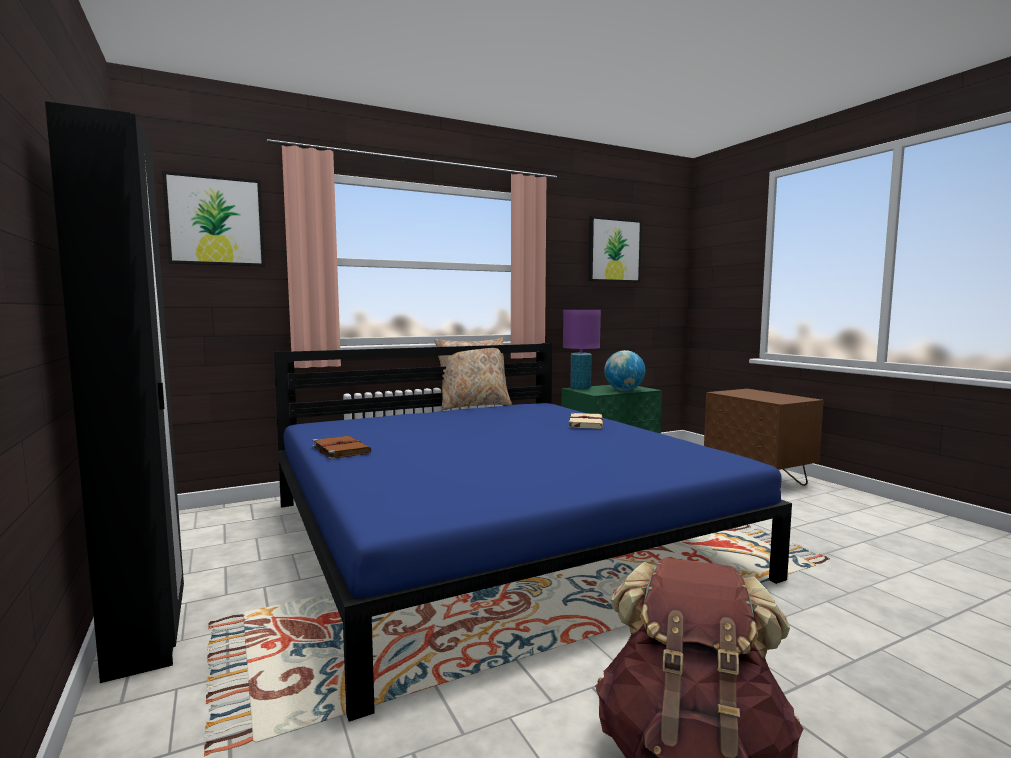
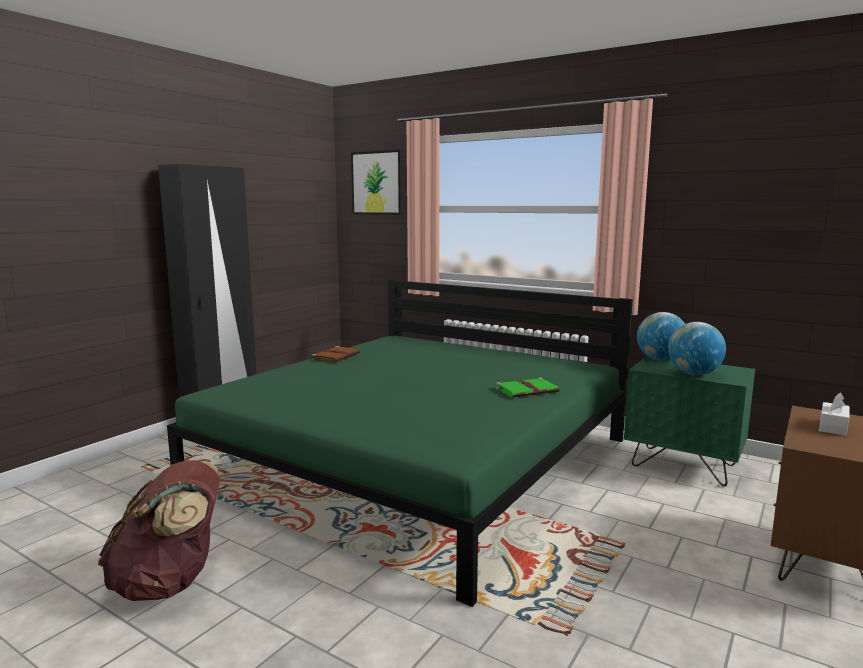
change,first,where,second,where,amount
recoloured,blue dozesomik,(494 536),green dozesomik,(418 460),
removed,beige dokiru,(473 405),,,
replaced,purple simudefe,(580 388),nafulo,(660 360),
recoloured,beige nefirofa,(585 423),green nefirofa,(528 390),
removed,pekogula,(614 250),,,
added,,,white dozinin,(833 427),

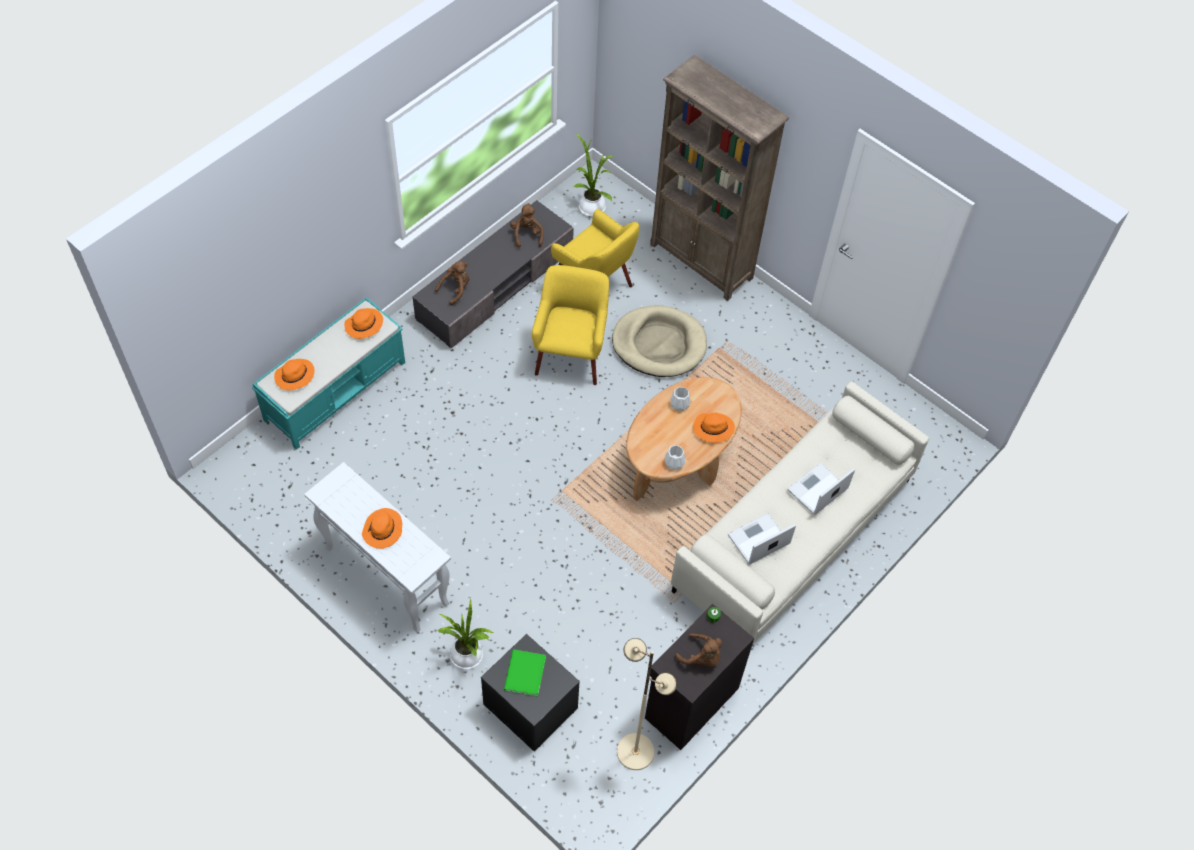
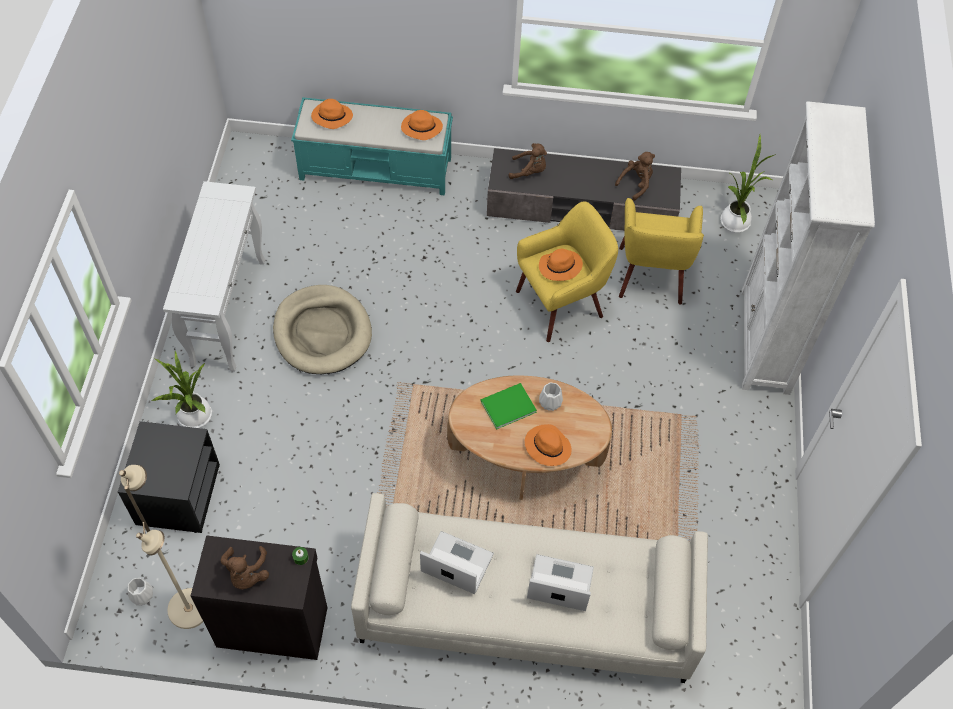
change,first,where,second,where,amount
moved,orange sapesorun,(382 530),,(559 267),
moved,green nefirofa,(523 674),,(506 406),
moved,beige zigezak,(659 344),,(322 332),
recoloured,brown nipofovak,(701 261),white nipofovak,(765 341),
moved,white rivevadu,(674 462),,(142 596),

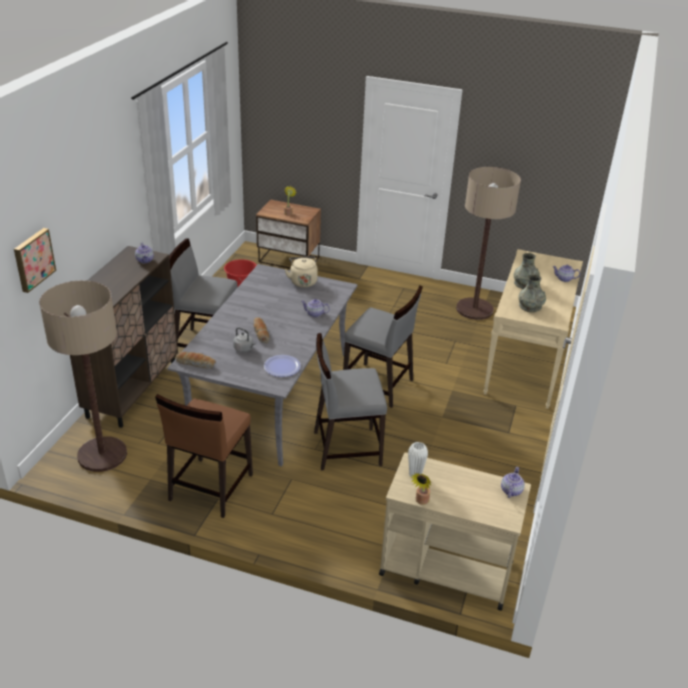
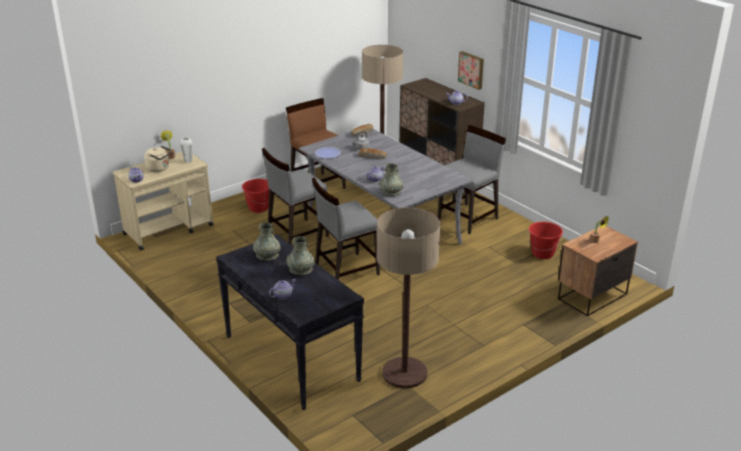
change,first,where,second,where,amount
moved,pekogula,(33 259),,(471 69),
moved,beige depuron,(303 281),,(159 169),
turned,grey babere,(346 448),,(297 234),150 degrees counterclockwise
recoloured,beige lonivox,(526 364),black lonivox,(291 358),
added,,,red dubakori,(258 208),
added,,,grey rivevadu,(391 192),

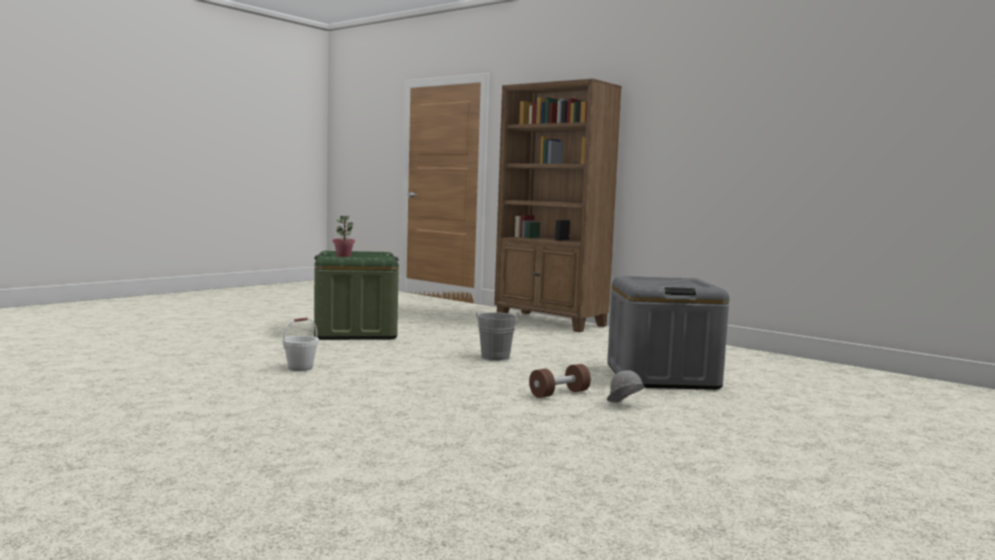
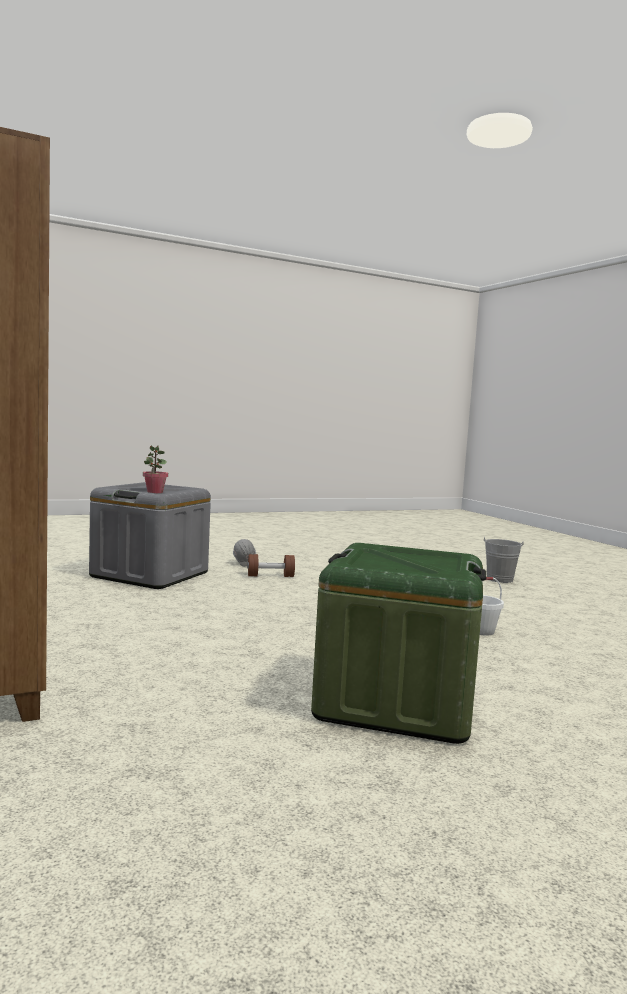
change,first,where,second,where,amount
moved,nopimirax,(343 256),,(154 492),
moved,grey dubakori,(495 358),,(500 579),

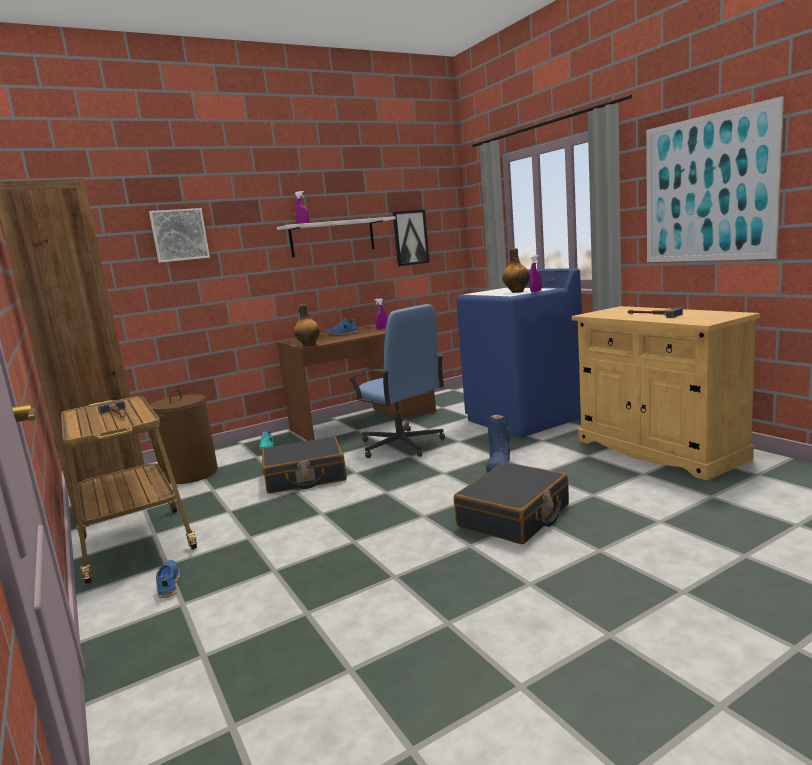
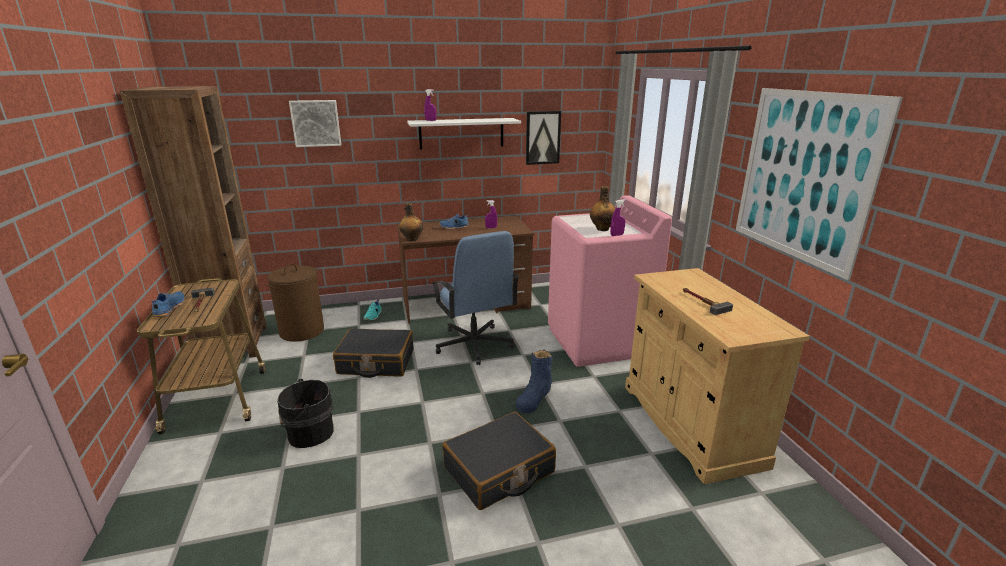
change,first,where,second,where,amount
moved,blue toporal,(167 585),,(168 308),
recoloured,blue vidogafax,(524 419),pink vidogafax,(598 341),
added,,,black dubakori,(308 433),

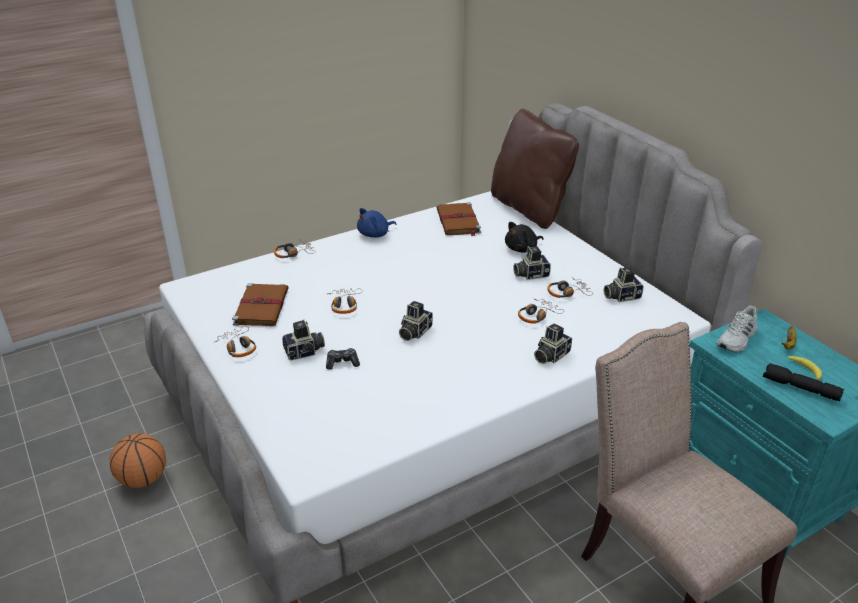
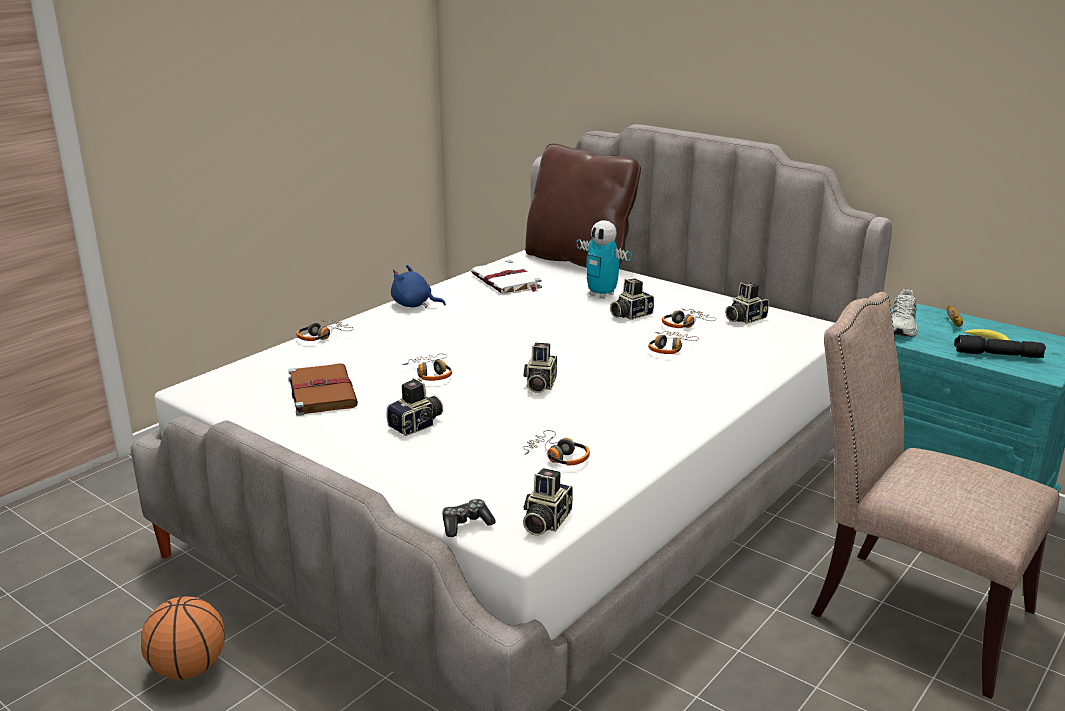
change,first,where,second,where,amount
moved,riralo,(238 347),,(557 456),
moved,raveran,(342 363),,(466 524),
turned,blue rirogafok,(375 234),,(414 305),75 degrees clockwise
recoloured,brown nefirofa,(458 222),white nefirofa,(507 281),
replaced,black rirogafok,(522 249),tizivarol,(602 295),
moved,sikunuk,(550 355),,(545 521),

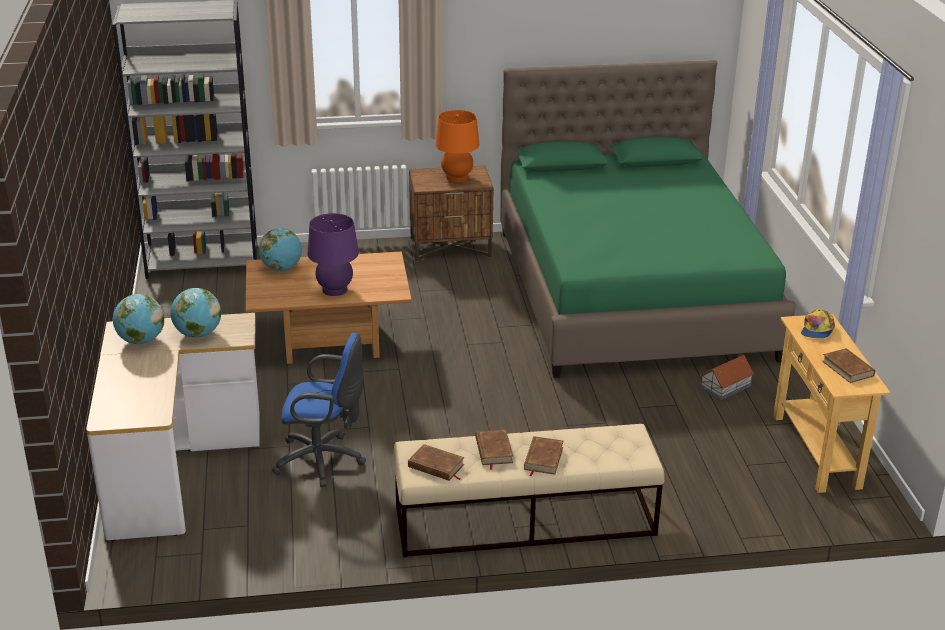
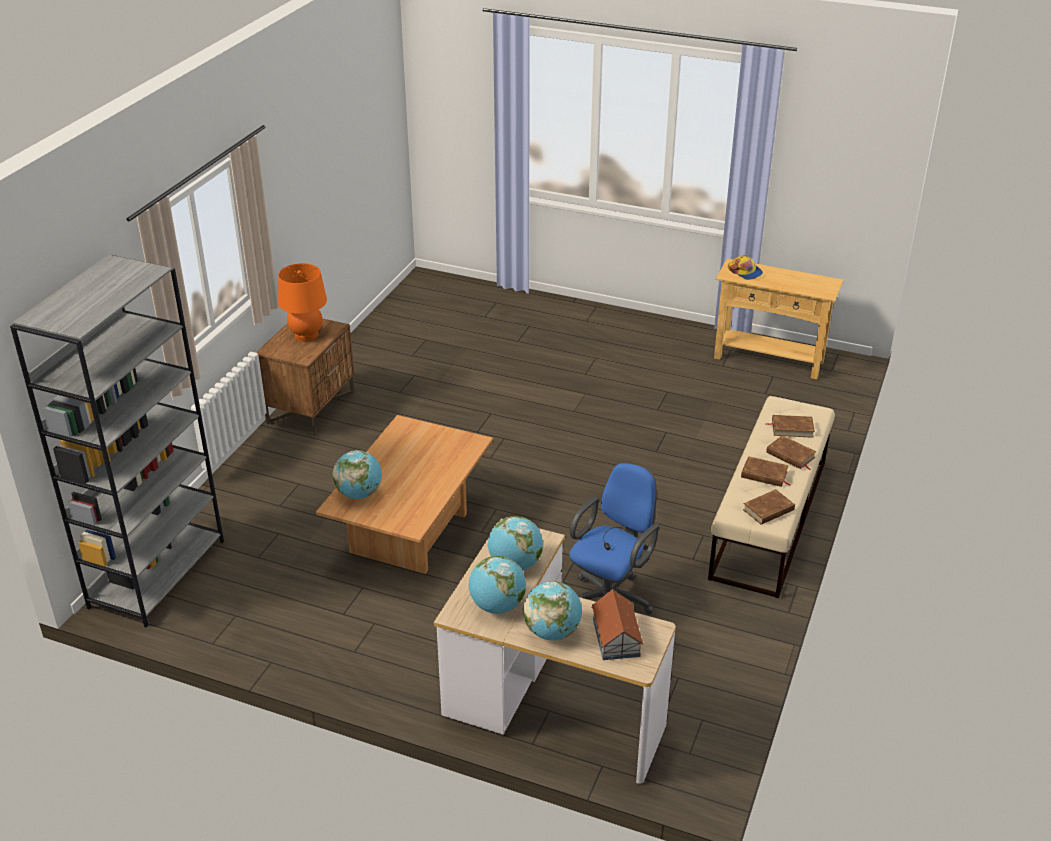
change,first,where,second,where,amount
removed,purple simudefe,(334 290),,,
removed,green dozesomik,(632 292),,,
moved,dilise,(726 386),,(616 637),
moved,brown nefirofa,(848 368),,(792 428),
added,,,nafulo,(552 632),

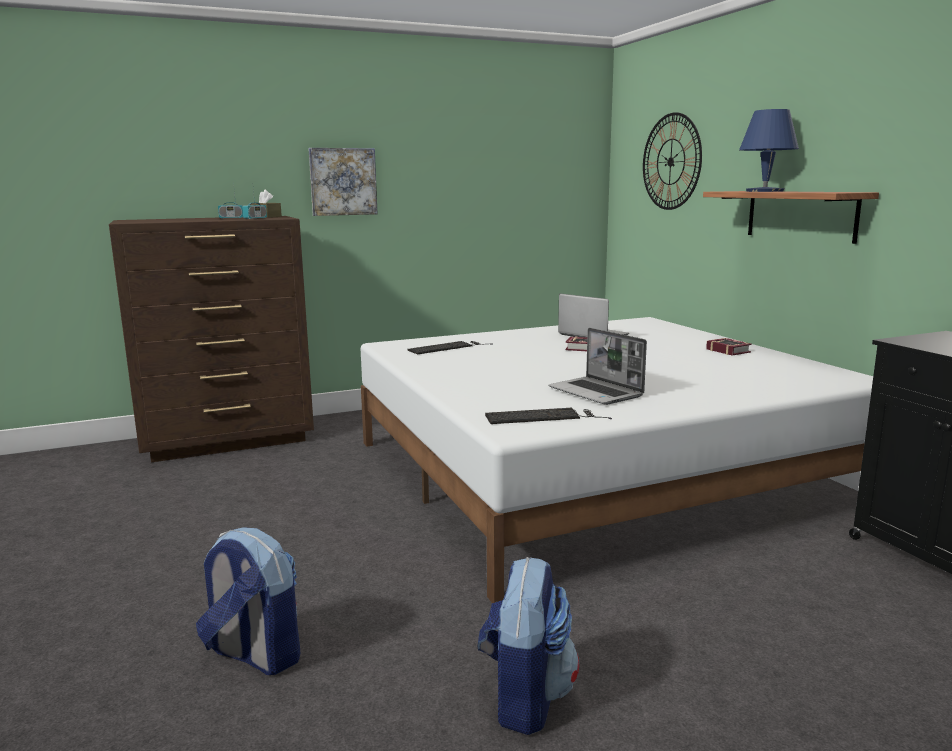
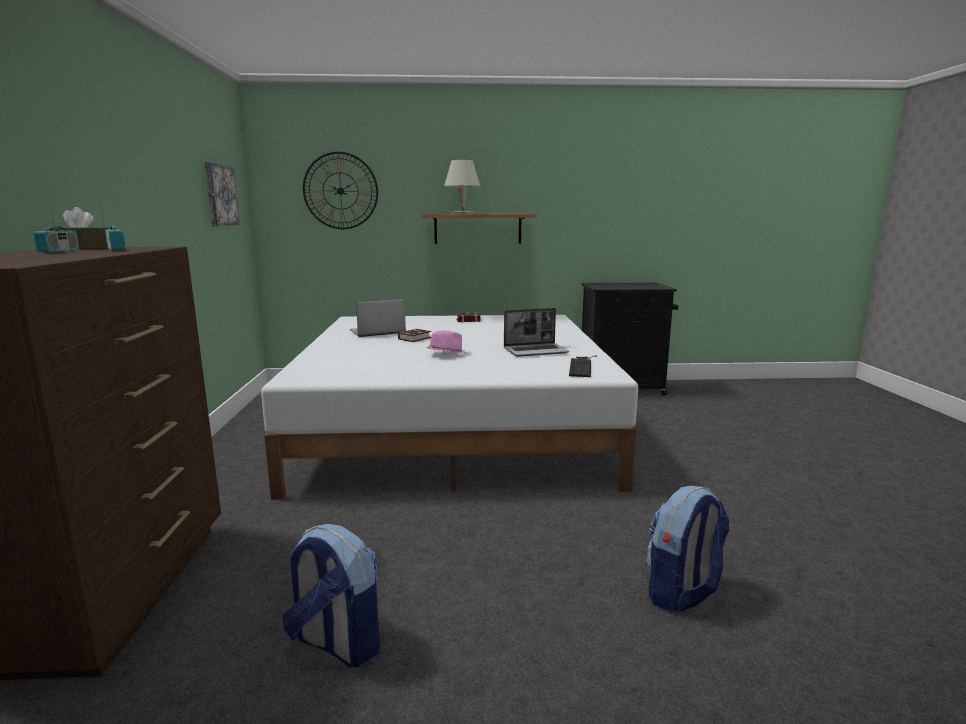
change,first,where,second,where,amount
moved,pekogula,(343 181),,(220 195),
removed,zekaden,(448 347),,,
moved,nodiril,(525 697),,(336 643),
recoloured,blue simudefe,(764 191),beige simudefe,(462 213),
added,,,pink sapesorun,(446 354),

